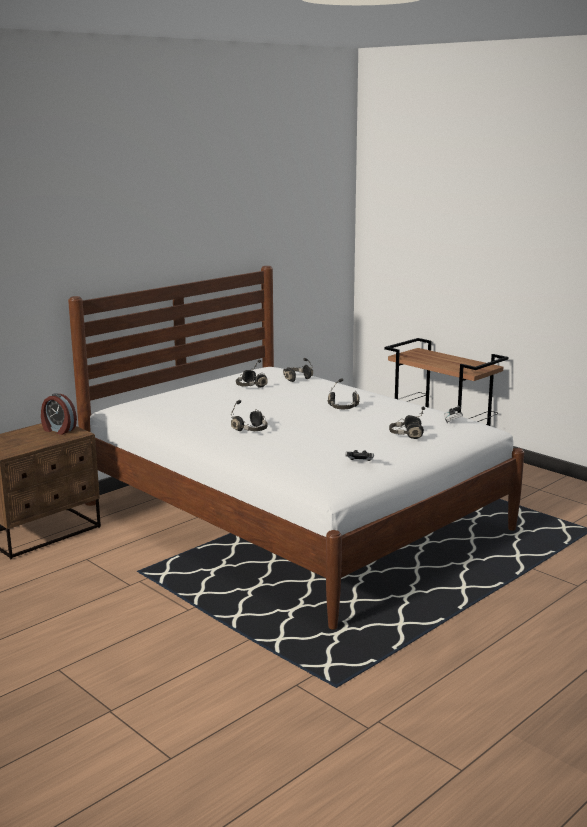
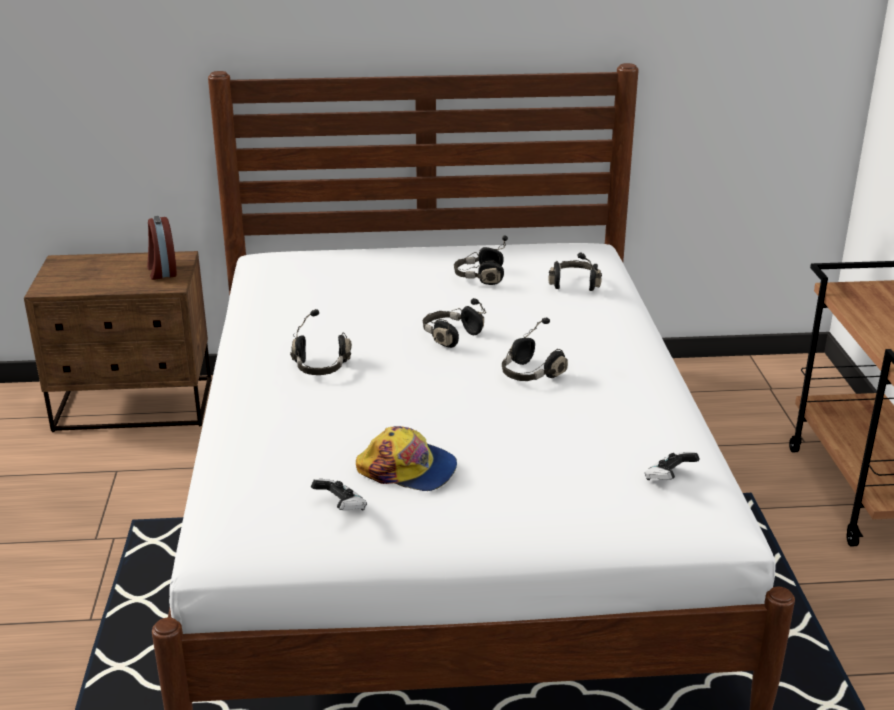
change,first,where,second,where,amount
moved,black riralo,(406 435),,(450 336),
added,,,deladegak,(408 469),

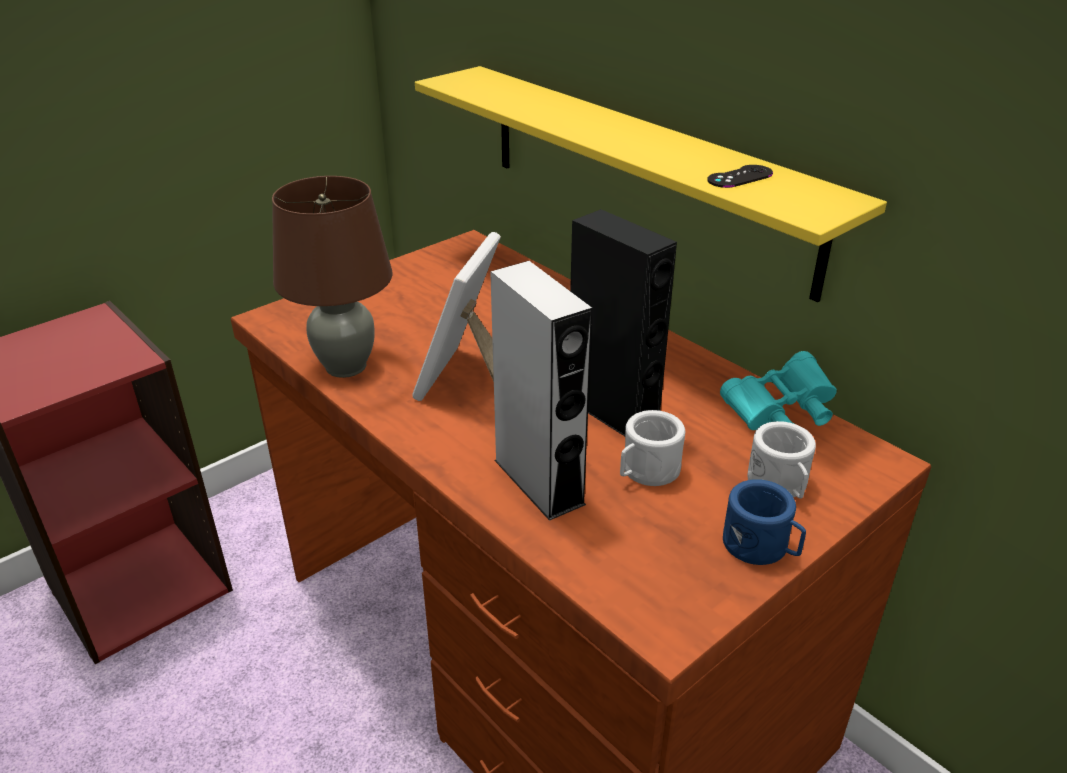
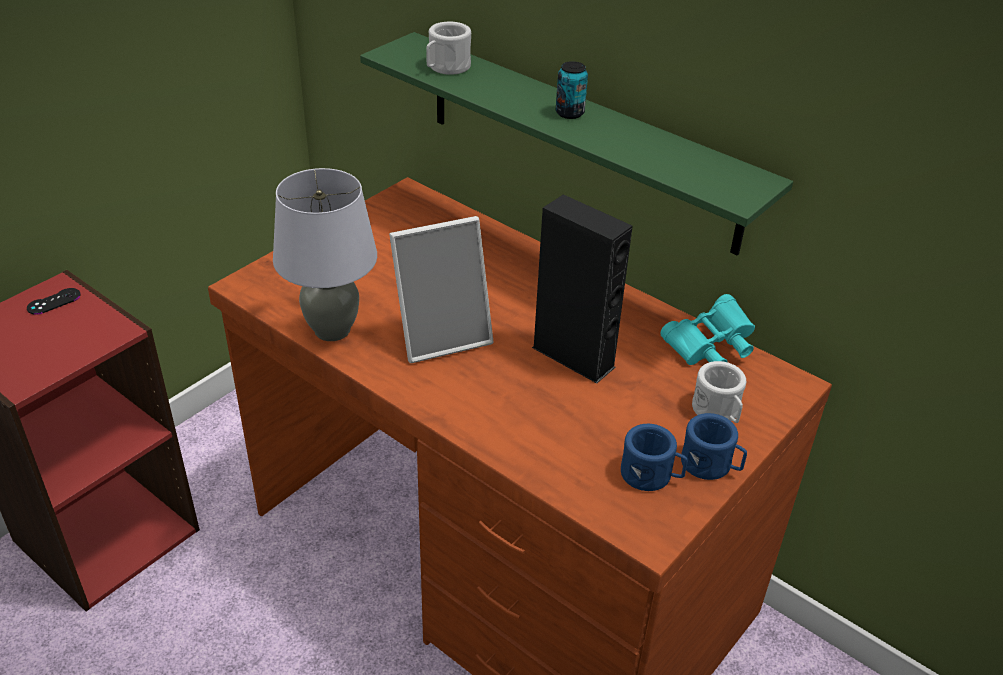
change,first,where,second,where,amount
recoloured,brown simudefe,(345 367),grey simudefe,(332 330),
turned,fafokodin,(466 379),,(442 335),120 degrees counterclockwise
recoloured,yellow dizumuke,(643 174),green dizumuke,(579 141),
removed,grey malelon,(538 481),,,
moved,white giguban,(646 471),,(446 67),
moved,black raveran,(740 177),,(54 301),
added,,,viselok,(569 113),
added,,,blue giguban,(651 475),

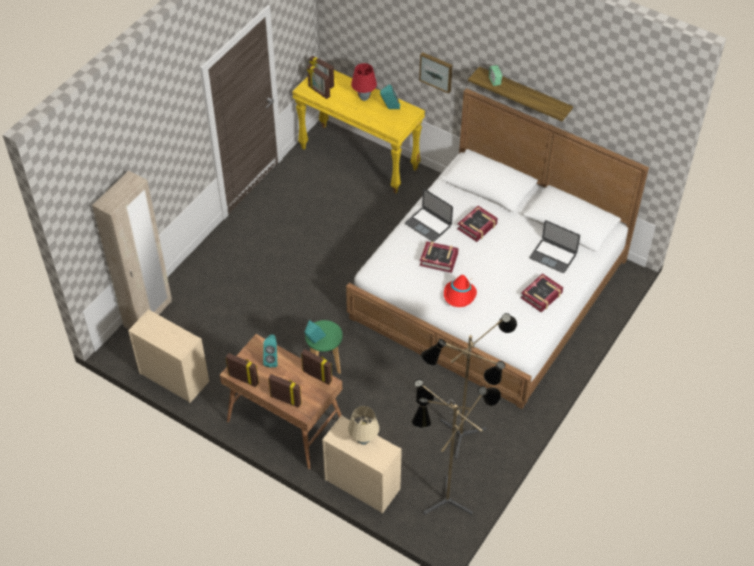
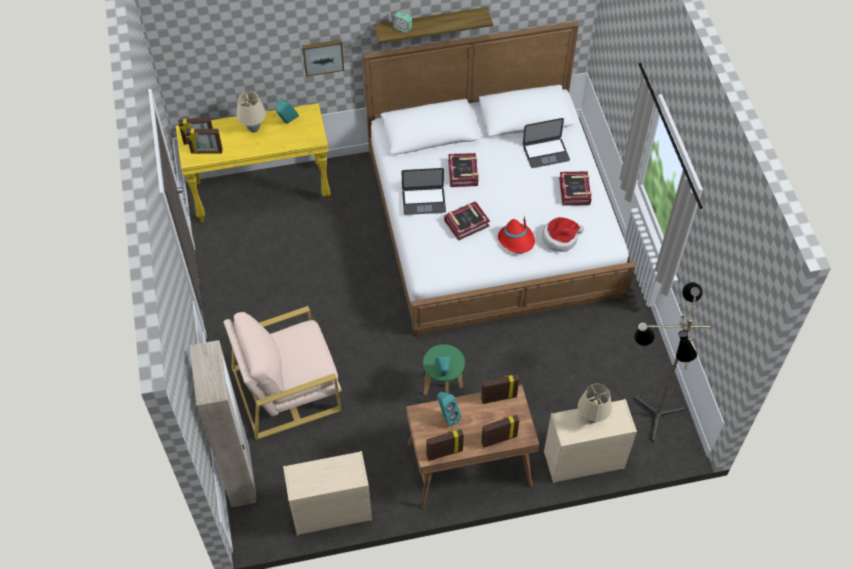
change,first,where,second,where,amount
recoloured,red simudefe,(363 98),beige simudefe,(253 129),
removed,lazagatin,(463 440),,,
added,,,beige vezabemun,(287 388),
added,,,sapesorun,(560 238),

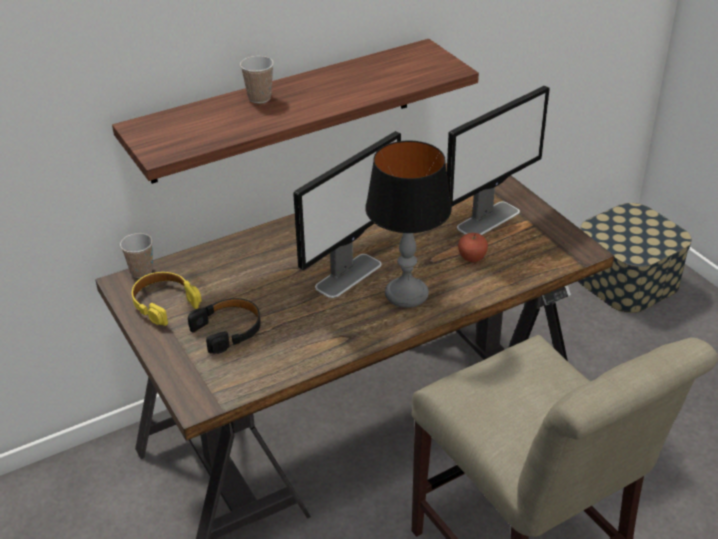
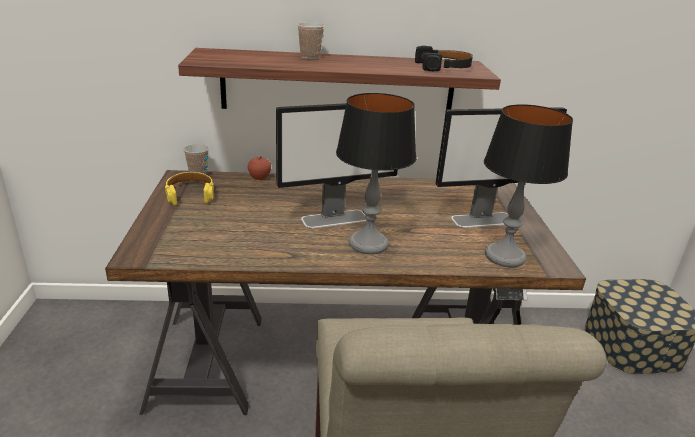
change,first,where,second,where,amount
moved,black riralo,(228 330),,(443 67),
moved,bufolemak,(472 258),,(259 178),
added,,,simudefe,(504 256),

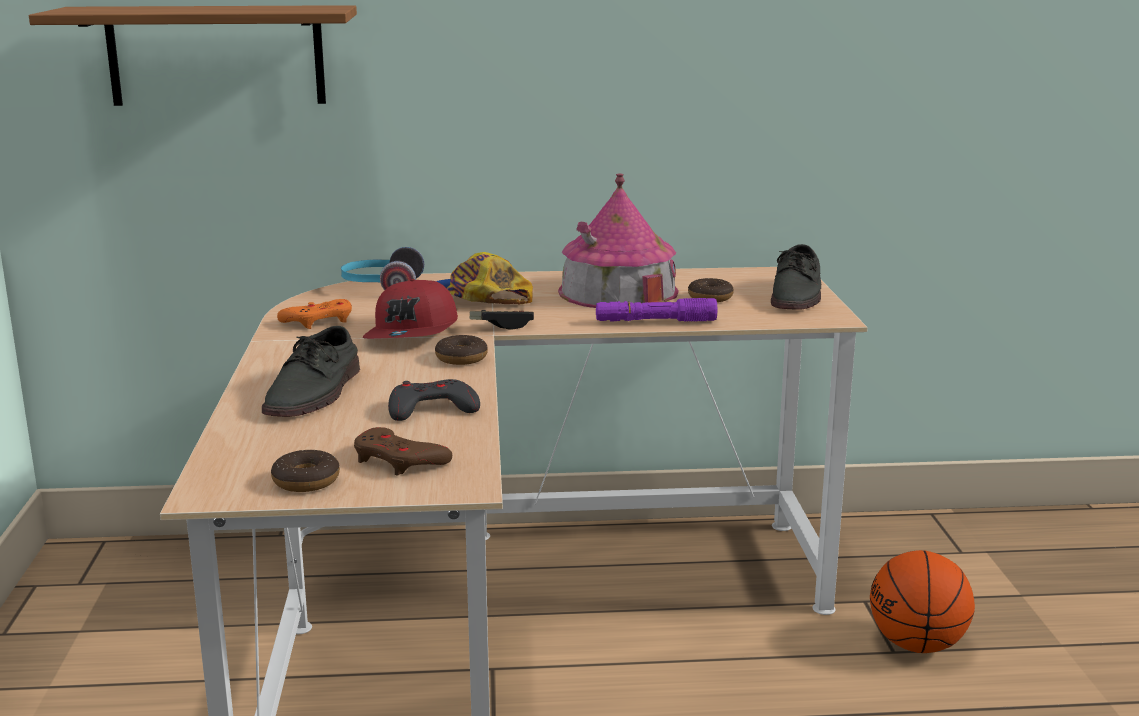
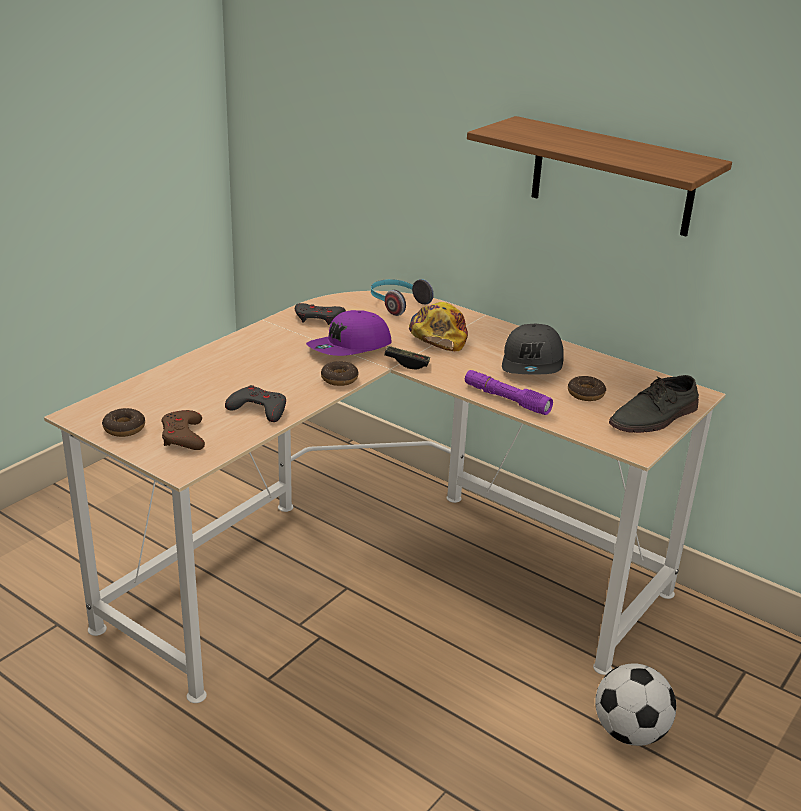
change,first,where,second,where,amount
moved,dizumuke,(216 55),,(612 177),
removed,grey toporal,(315 393),,,
recoloured,orange raveran,(319 321),grey raveran,(318 318),
recoloured,red deladegak,(414 333),purple deladegak,(350 348),
replaced,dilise,(618 292),grey deladegak,(533 363),
replaced,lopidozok,(917 645),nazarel,(629 732),

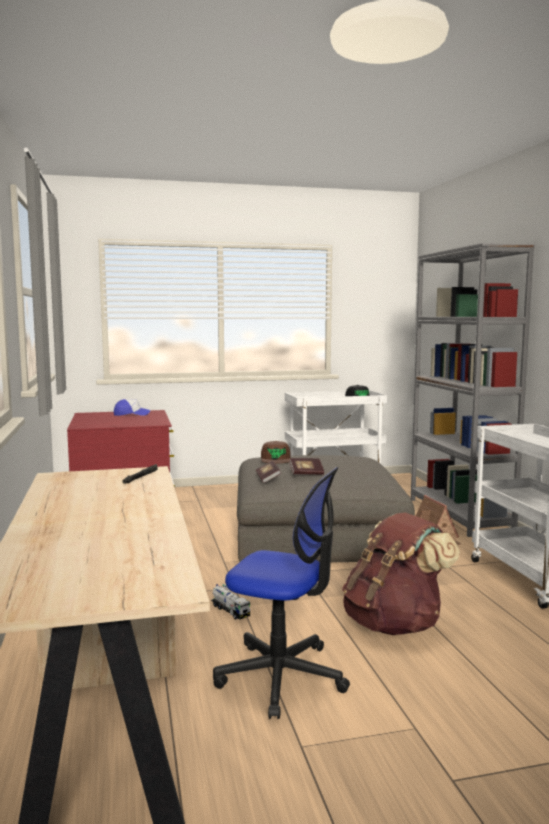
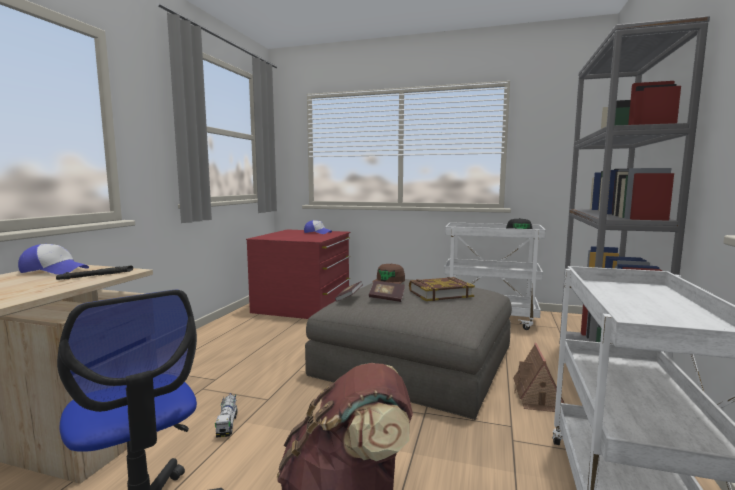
change,first,where,second,where,amount
added,,,deladegak,(54 271),
added,,,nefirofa,(440 293),

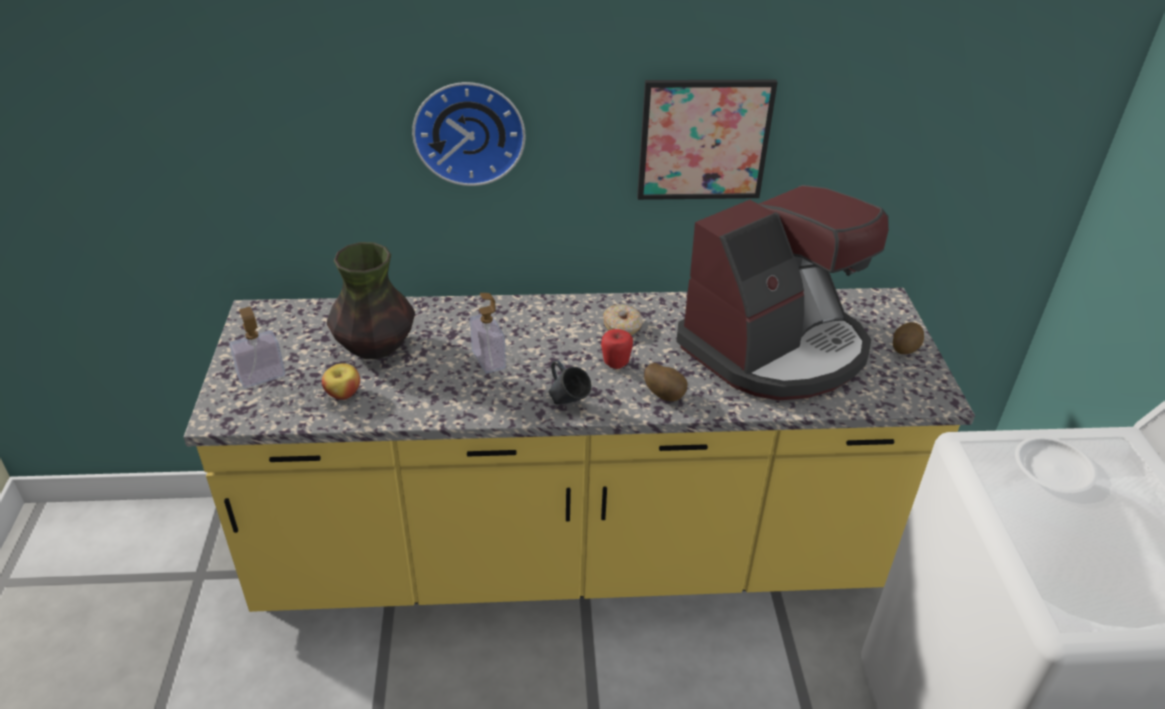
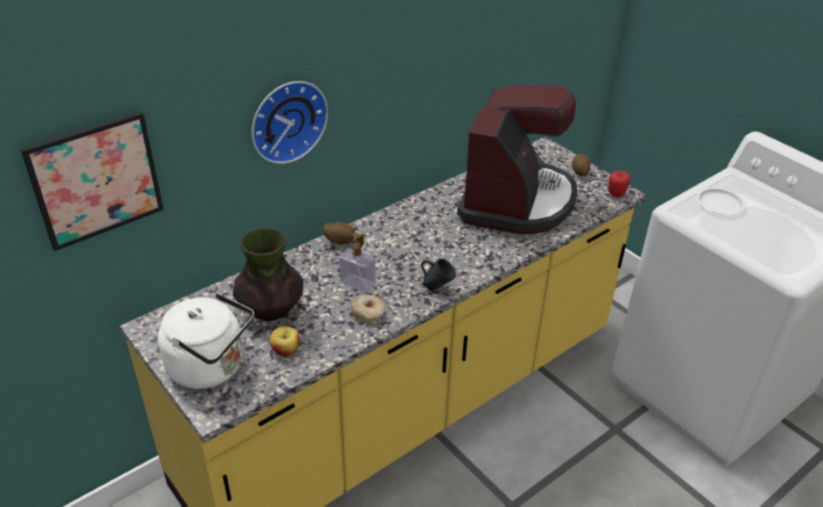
change,first,where,second,where,amount
replaced,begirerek,(262 376),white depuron,(211 367),
moved,bufolemak,(615 363),,(616 194),
moved,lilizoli,(622 326),,(368 313),
moved,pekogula,(704 140),,(96 180),
moved,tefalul,(665 395),,(339 242),

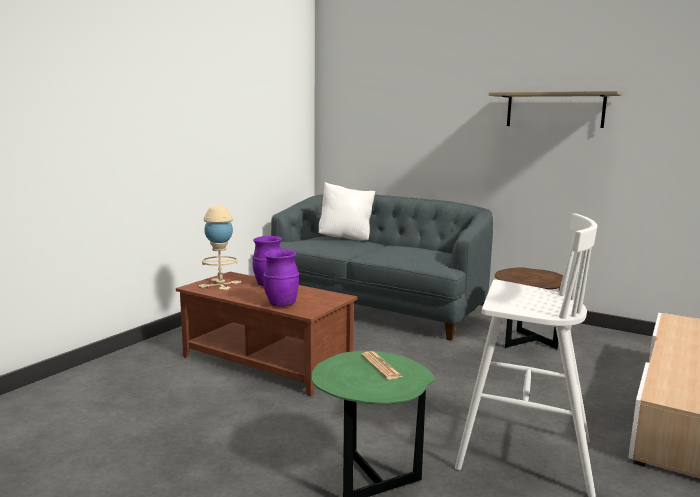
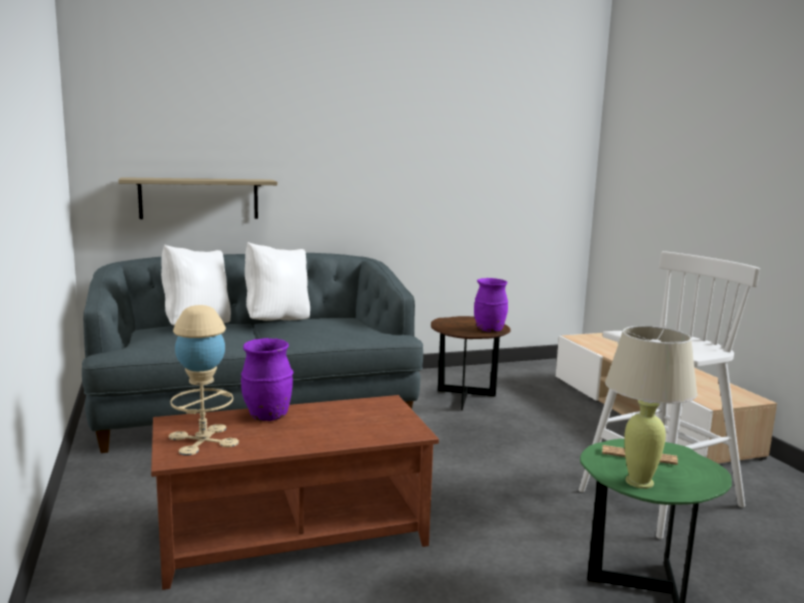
change,first,where,second,where,amount
moved,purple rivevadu,(281 304),,(489 330),
moved,dizumuke,(554 110),,(199 198),
added,,,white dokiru,(277 321),
added,,,beige simudefe,(639 482),

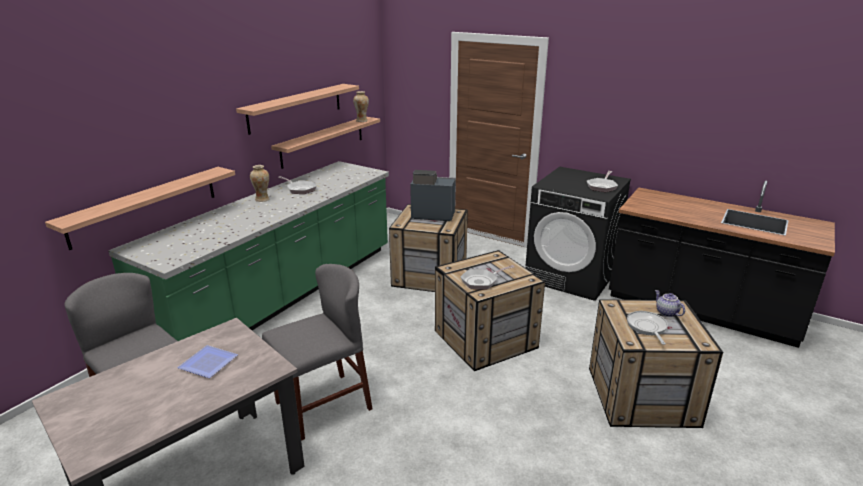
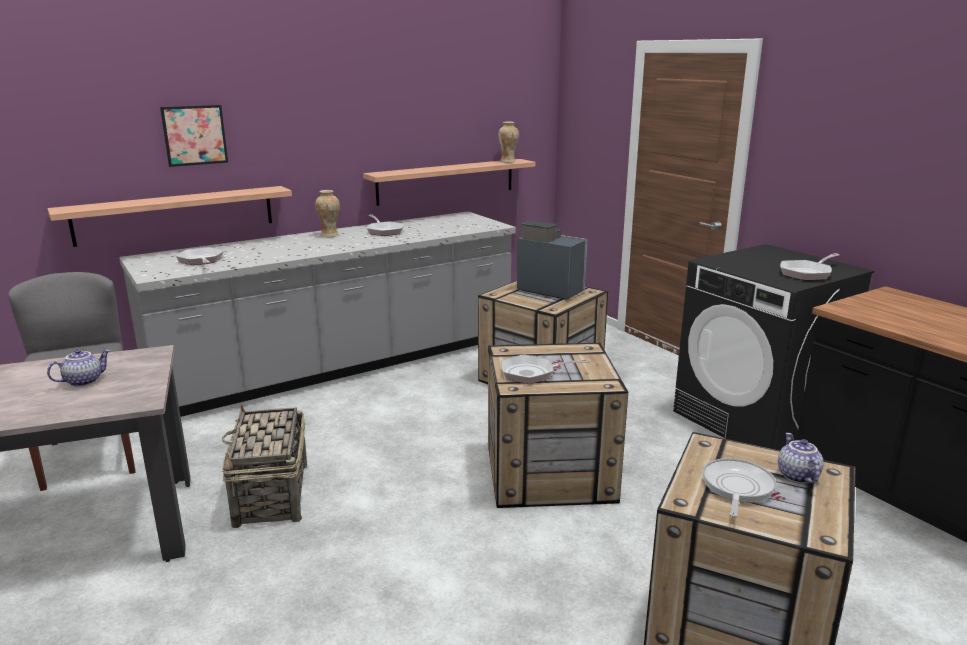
change,first,where,second,where,amount
recoloured,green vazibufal,(283 295),grey vazibufal,(342 365),
replaced,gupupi,(206 364),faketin,(83 381),
removed,dizumuke,(296 107),,,
replaced,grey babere,(323 406),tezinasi,(271 495),
added,,,pekogula,(194 135),
added,,,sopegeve,(201 261),

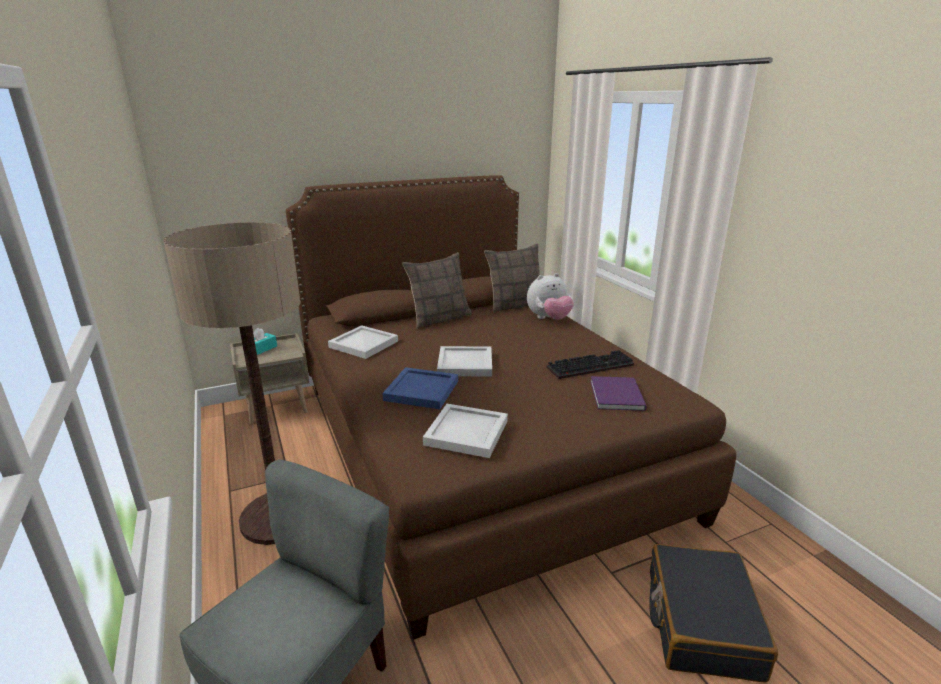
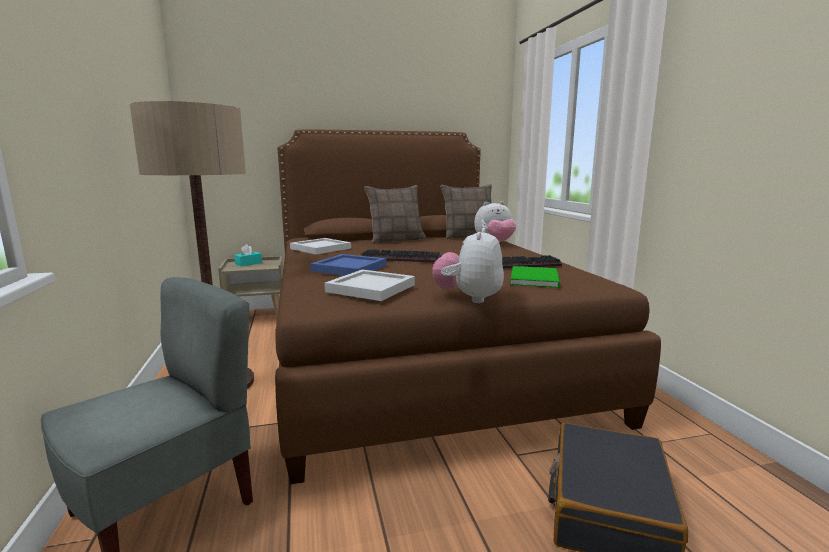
change,first,where,second,where,amount
replaced,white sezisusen,(464 364),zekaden,(399 259),
recoloured,purple nefirofa,(618 394),green nefirofa,(536 278),
added,,,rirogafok,(469 298),

